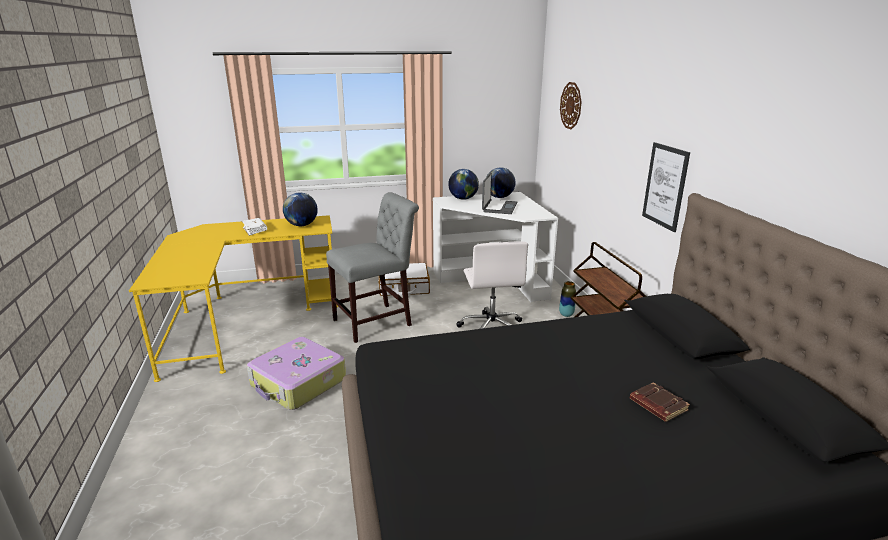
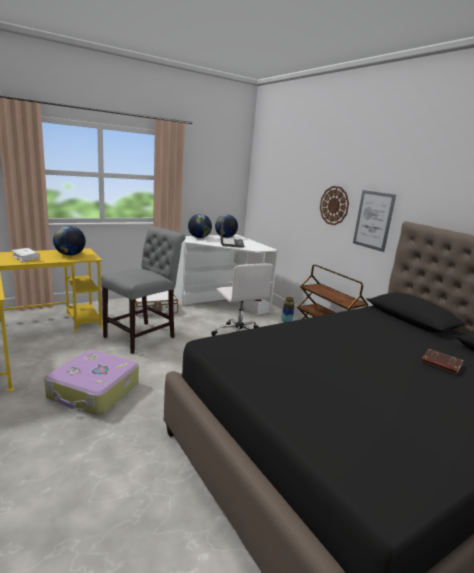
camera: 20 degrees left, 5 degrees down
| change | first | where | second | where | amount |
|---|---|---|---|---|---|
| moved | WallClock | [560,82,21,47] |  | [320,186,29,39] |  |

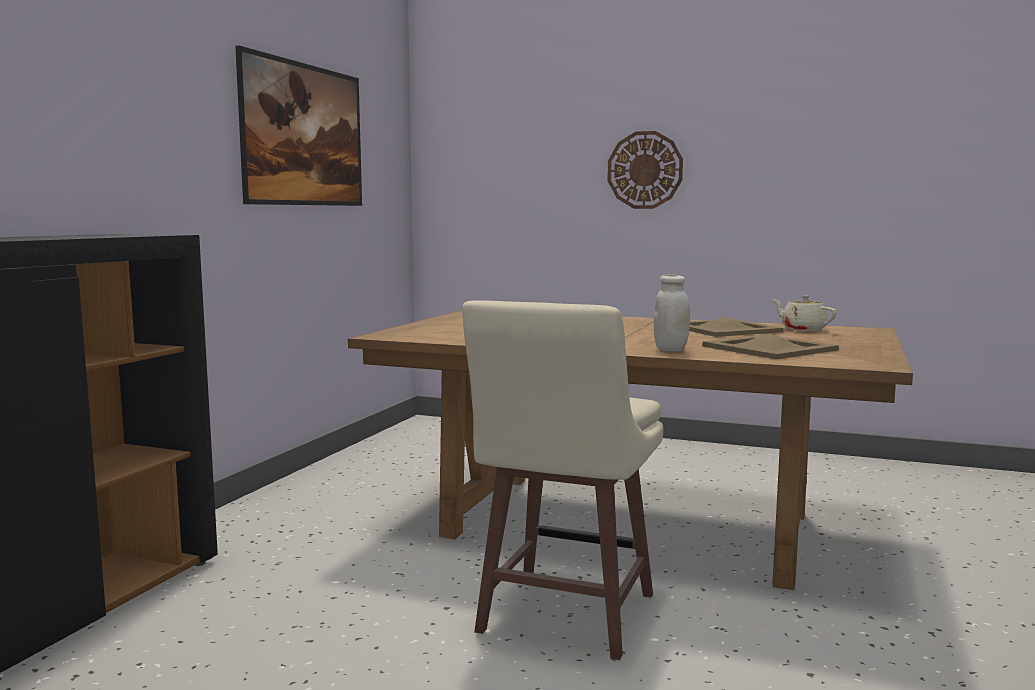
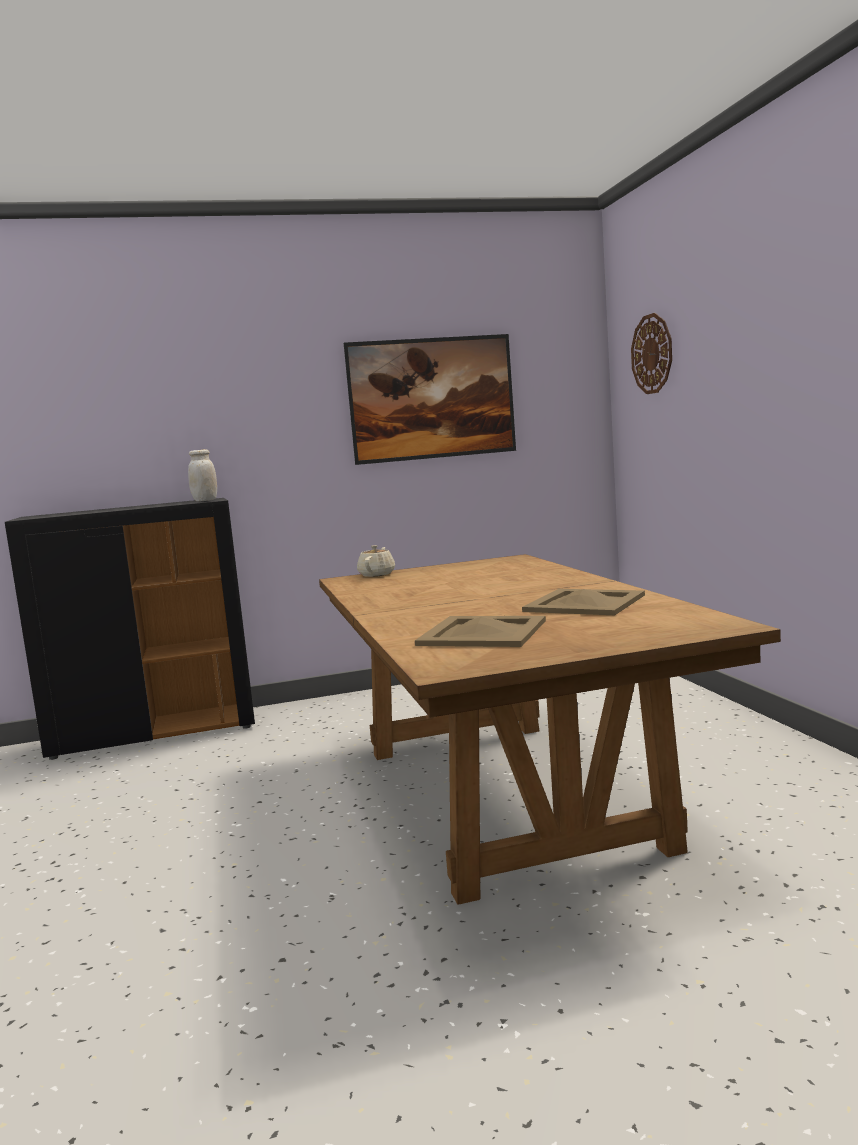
camera: 55 degrees right, 0 degrees up
| change | first | where | second | where | amount |
|---|---|---|---|---|---|
| moved | WallClock | [608,131,75,78] |  | [631,313,41,81] |  |
| moved | WhitishJar | [654,275,36,77] |  | [188,449,29,53] |  |
| moved | BeigeColouredTeaPot | [772,295,65,36] |  | [357,545,38,32] |  |
| removed | BeigeColouredSittingStool | [462,300,201,360] |  |  |  |

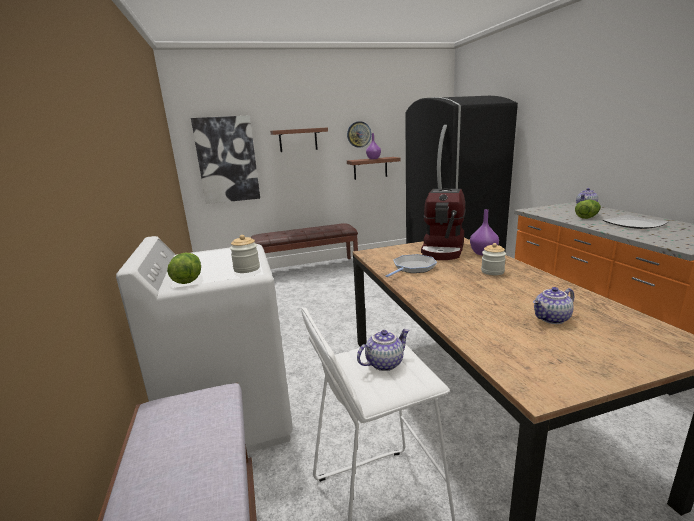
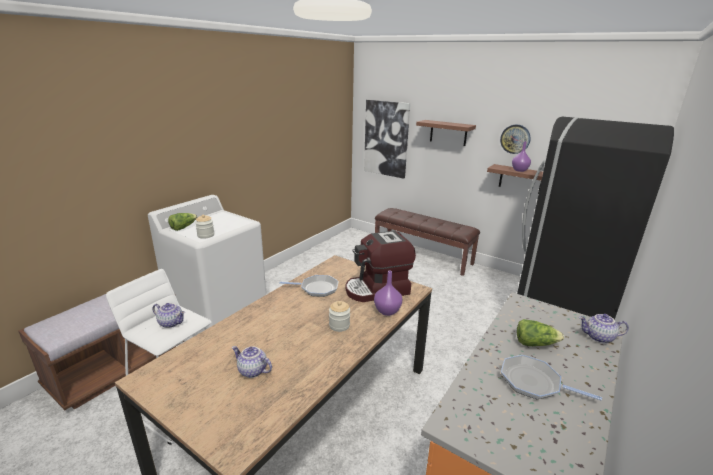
camera: 50 degrees right, 5 degrees up
| change | first | where | second | where | amount |
|---|---|---|---|---|---|
| replaced | FlatDish | [603,215,66,14] | Skillet | [501,355,101,46] |  |

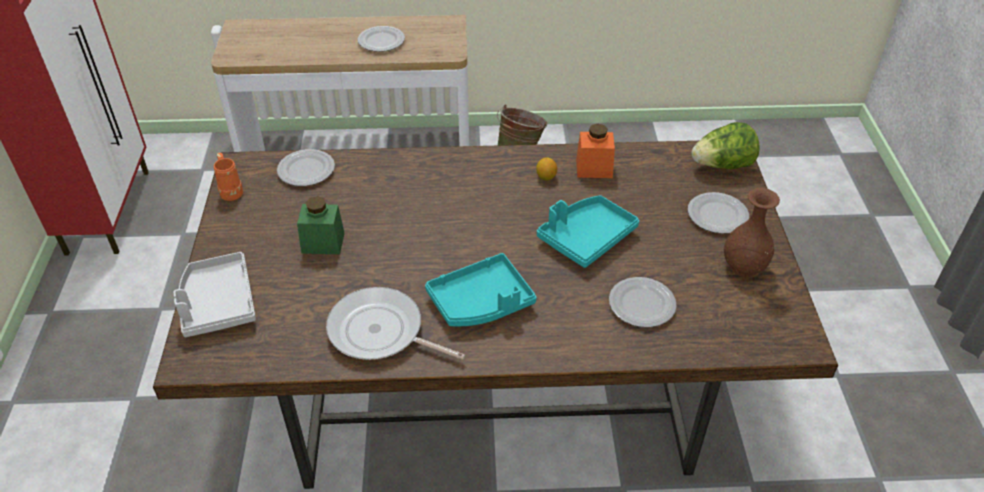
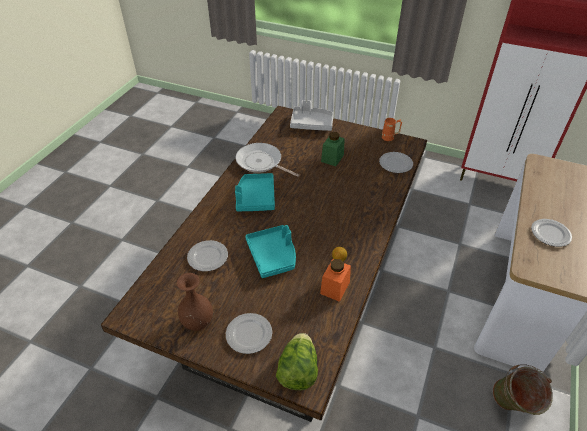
camera: 115 degrees right, 0 degrees up
| change | first | where | second | where | amount |
|---|---|---|---|---|---|
| turned | Skillet | [326,287,139,73] |  | [236,143,63,34] | 105 degrees counterclockwise |

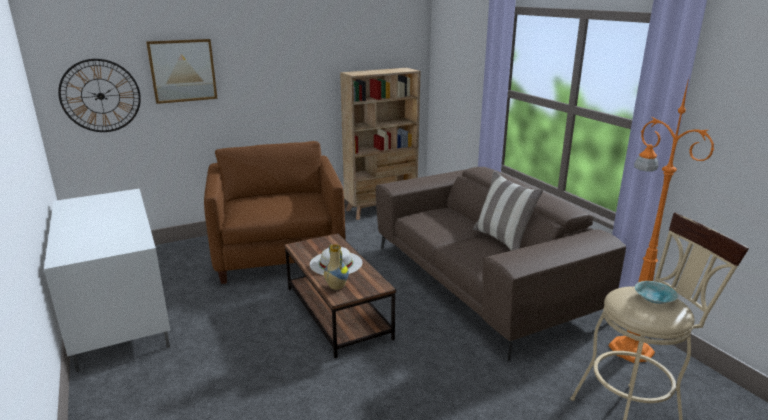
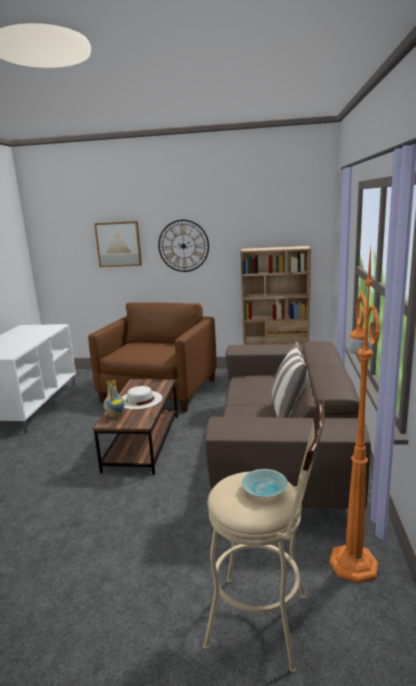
camera: 35 degrees right, 5 degrees down
| change | first | where | second | where | amount |
|---|---|---|---|---|---|
| moved | WallClock | [58,59,83,73] |  | [158,220,51,52] |  |

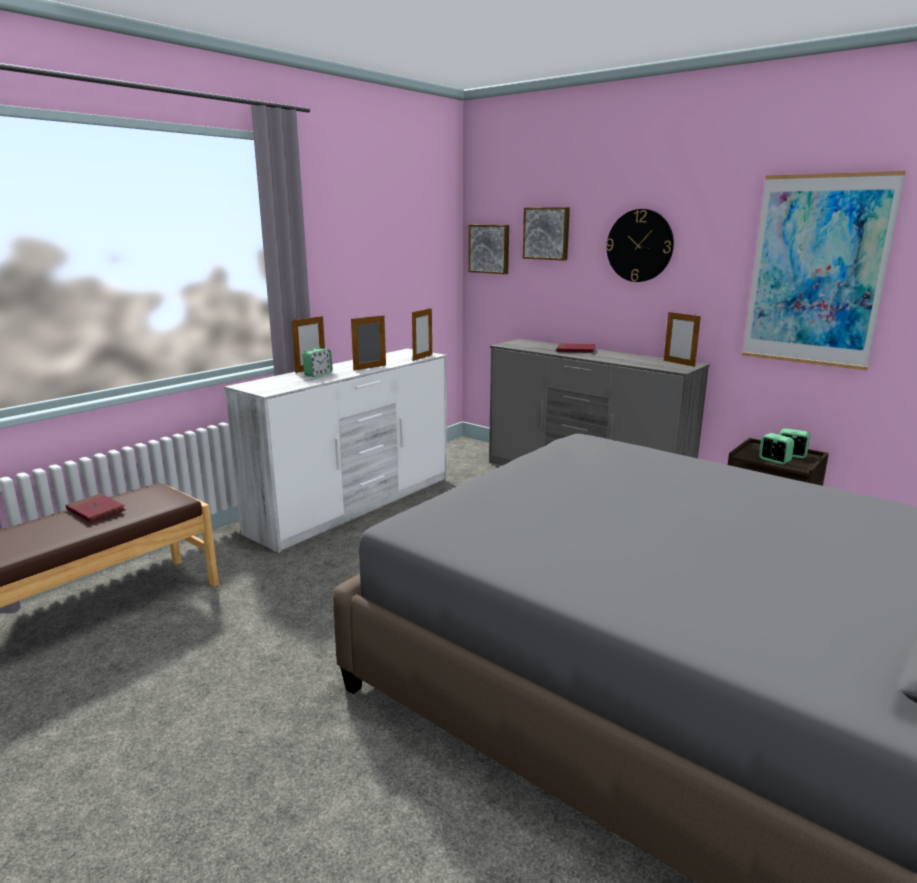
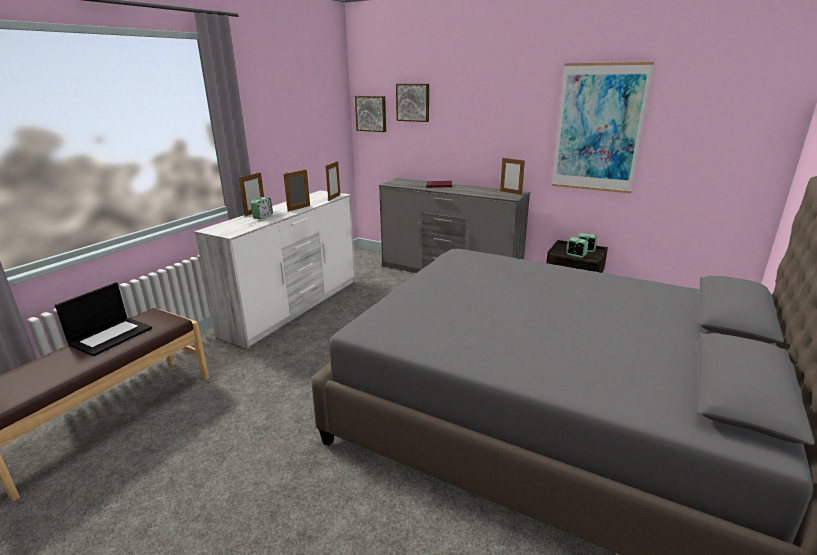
camera: 10 degrees left, 5 degrees up
| change | first | where | second | where | amount |
|---|---|---|---|---|---|
| removed | WallClock | [606,209,68,73] |  |  |  |
| replaced | ReddishBook | [66,493,60,29] | Laptop | [55,282,97,74] |  |

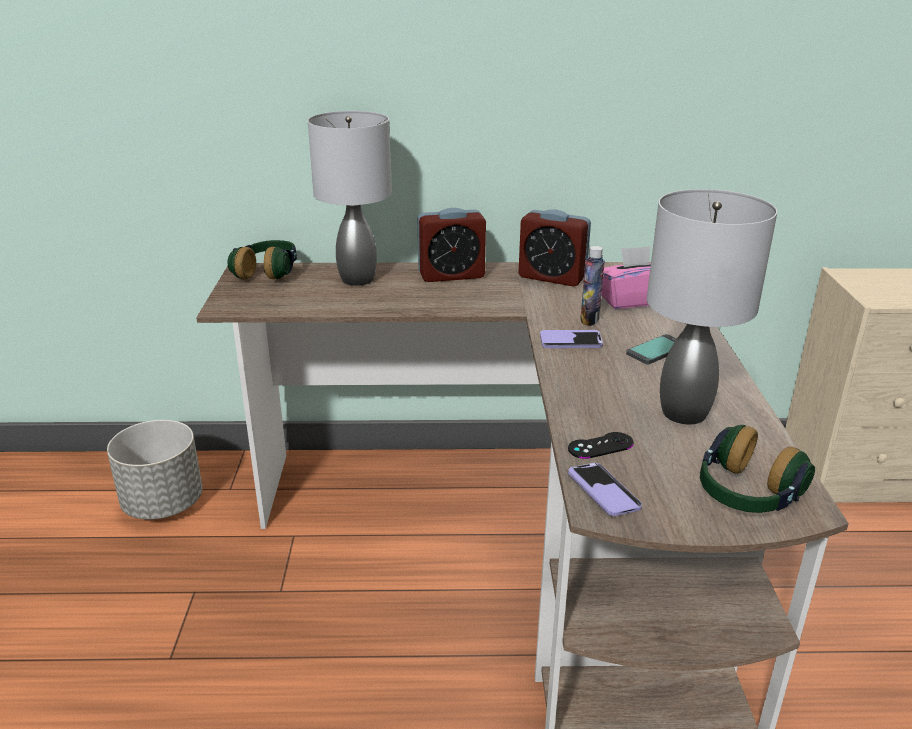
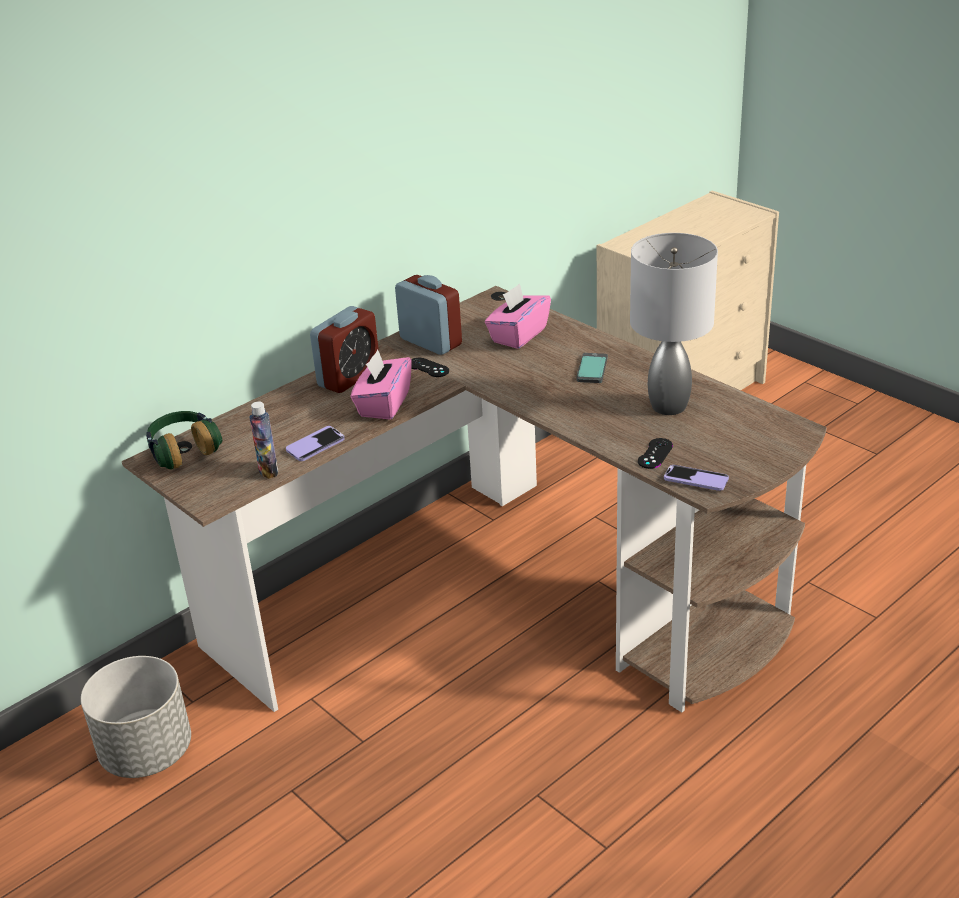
camera: 40 degrees left, 5 degrees up
| change | first | where | second | where | amount |
|---|---|---|---|---|---|
| removed | GrayLampForATable | [308,111,84,175] |  |  |  |
| turned | BedsideClock | [519,209,72,78] |  | [395,275,67,80] | 120 degrees counterclockwise |
| moved | Bottle | [580,246,25,80] |  | [249,401,29,78] |  |
| moved | Handset | [540,330,63,18] |  | [286,426,59,35] |  |
| removed | PairOfHeadphones | [700,425,115,88] |  |  |  |
| added |  |  | PinkTissueBox | [350,350,62,70] |  |
| added |  |  | BlackGameController | [411,358,38,19] |  |

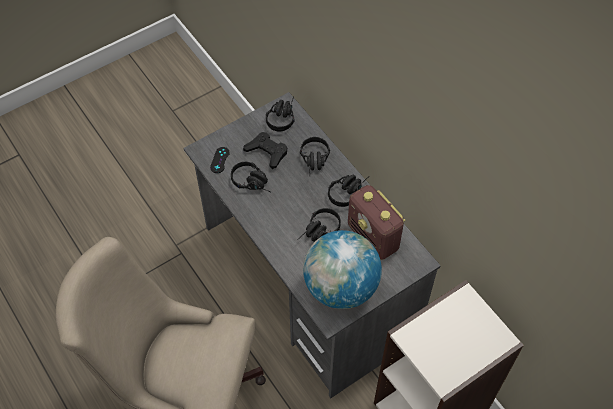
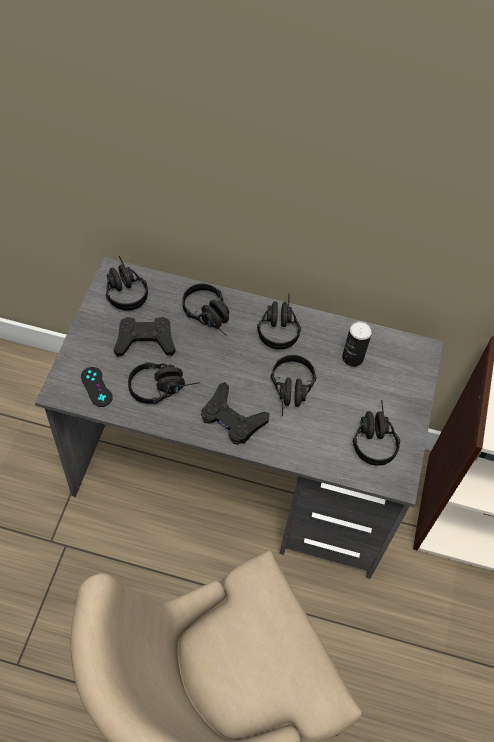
camera: 45 degrees left, 0 degrees up
| change | first | where | second | where | amount |
|---|---|---|---|---|---|
| replaced | RadioSet | [348,185,58,75] | Can | [342,321,30,46] |  |
| replaced | DeskGlobe | [303,230,79,79] | BlackPairOfHeadphones | [352,400,48,66] |  |
| added |  |  | BlackGameController | [201,382,69,63] |  |

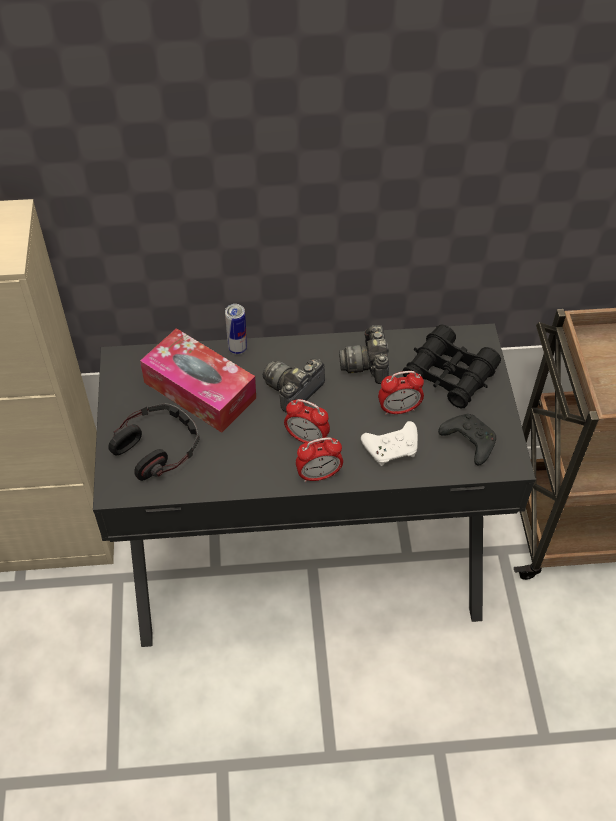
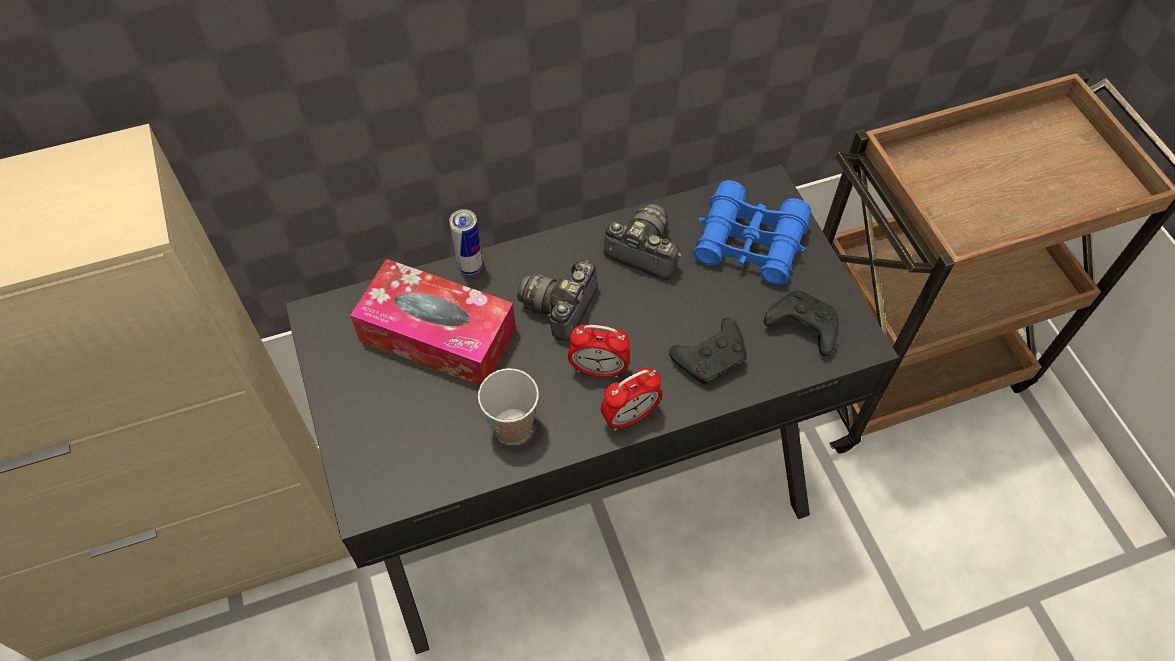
camera: 15 degrees left, 5 degrees up
| change | first | where | second | where | amount |
|---|---|---|---|---|---|
| turned | StillCamera | [339,325,50,59] |  | [604,204,77,76] | 135 degrees clockwise |
| recoloured | BlackBinoculars | [403,325,98,83] | BlueColouredBinoculars | [693,180,118,105] |  |
| removed | BedsideClock | [378,371,46,44] |  |  |  |
| removed | PairOfHeadphones | [108,403,92,78] |  |  |  |
| recoloured | WhitishGameController | [361,421,57,45] | BlackGameController | [669,317,78,68] |  |
| added |  |  | Cup | [478,368,61,76] |  |

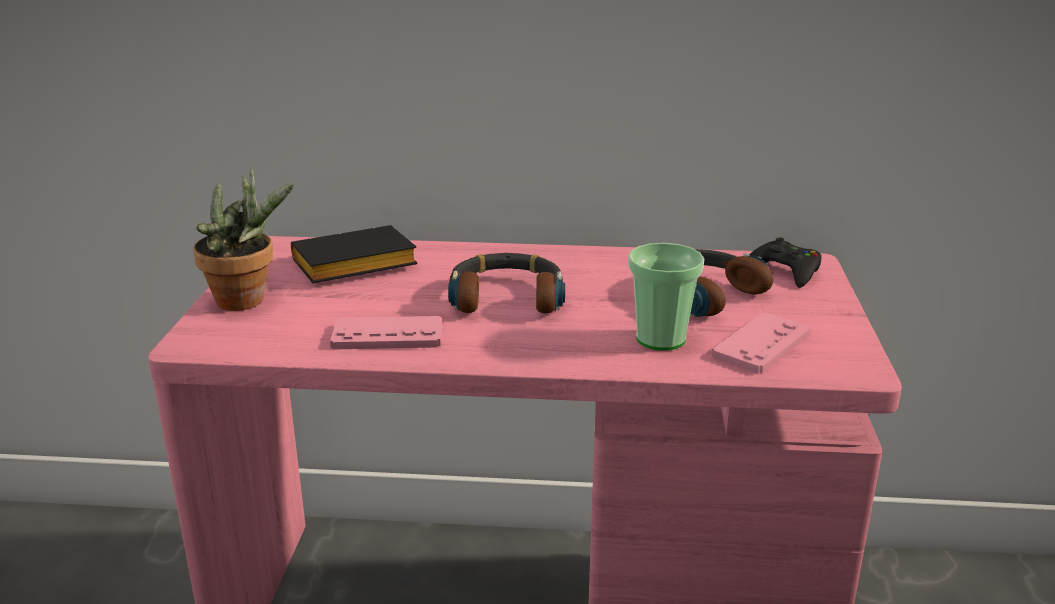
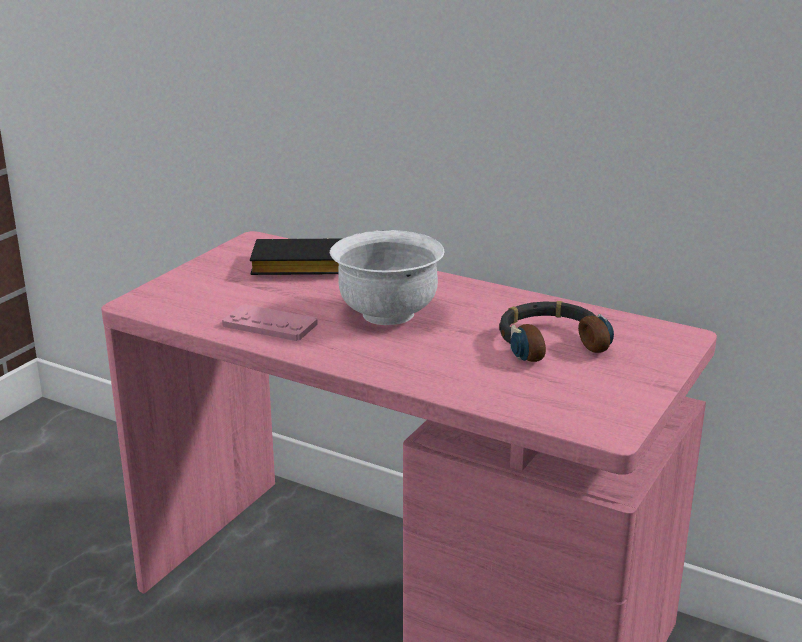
camera: 25 degrees right, 0 degrees up
| change | first | where | second | where | amount |
|---|---|---|---|---|---|
| removed | PlantInAPot | [193,166,102,145] |  |  |  |
| removed | BlackGameController | [749,237,73,51] |  |  |  |
| removed | Cup | [628,243,76,108] |  |  |  |
| replaced | PairOfHeadphones | [448,253,117,61] | WhitishServingBowl | [330,230,114,95] |  |
| removed | PinkGameController | [712,313,99,61] |  |  |  |

